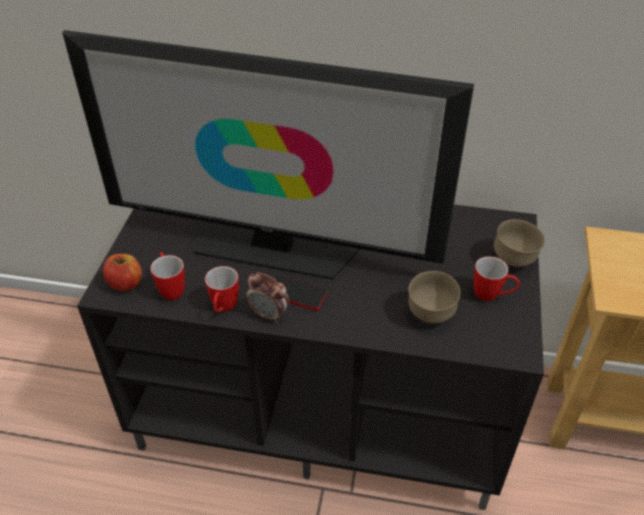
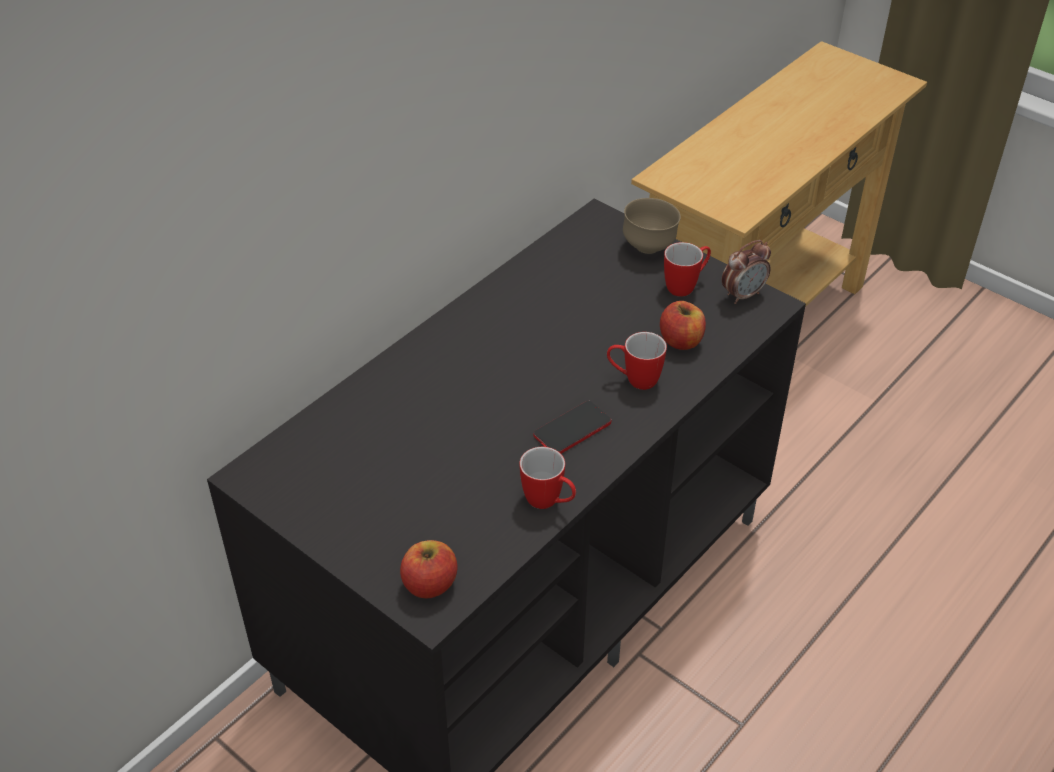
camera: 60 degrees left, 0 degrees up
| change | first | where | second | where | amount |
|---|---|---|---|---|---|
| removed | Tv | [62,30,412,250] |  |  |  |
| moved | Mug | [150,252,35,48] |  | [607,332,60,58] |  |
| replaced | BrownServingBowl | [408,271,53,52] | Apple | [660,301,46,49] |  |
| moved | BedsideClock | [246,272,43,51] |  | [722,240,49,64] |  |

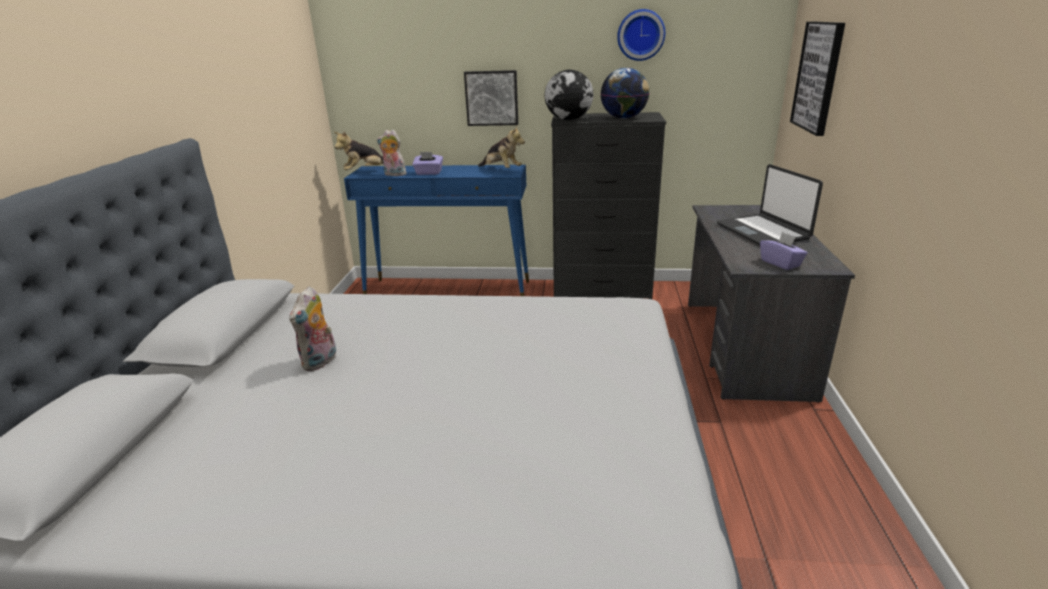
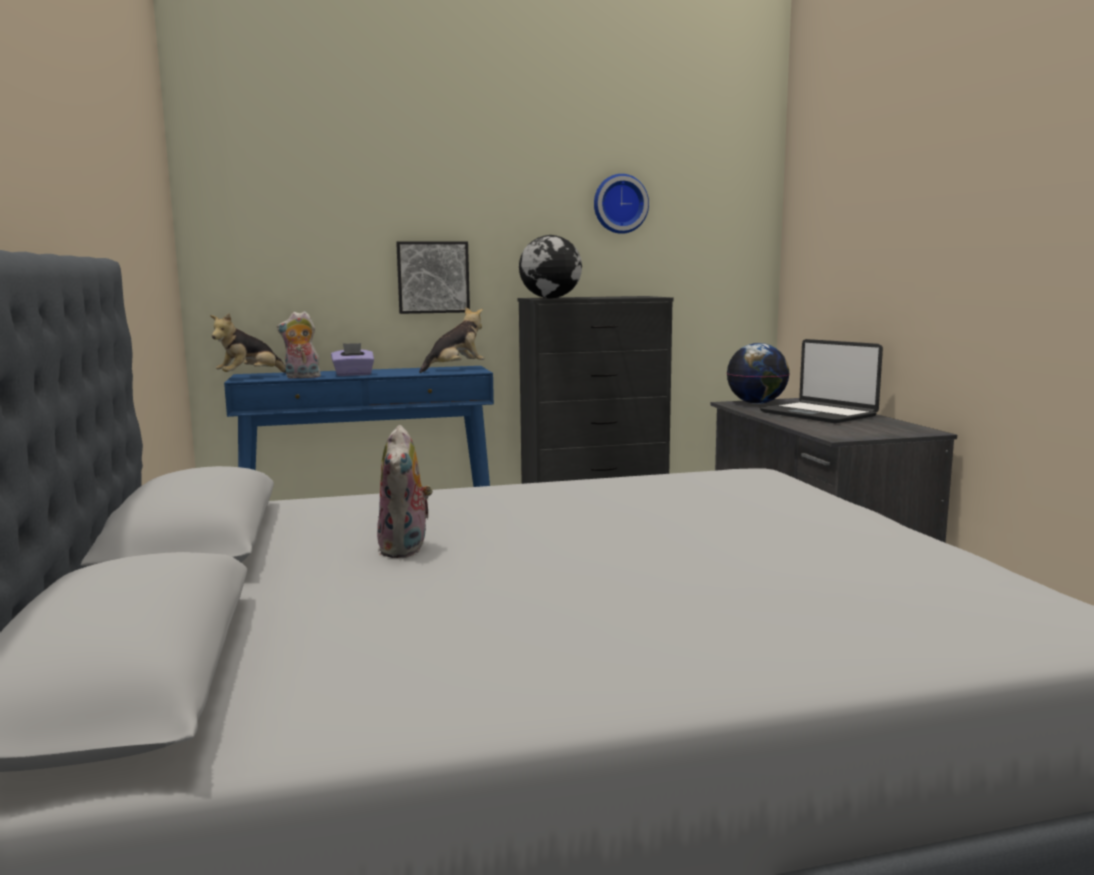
camera: 20 degrees left, 15 degrees down
| change | first | where | second | where | amount |
|---|---|---|---|---|---|
| removed | Picture | [790,22,55,114] |  |  |  |
| moved | DeskGlobe | [600,68,49,51] |  | [727,343,63,61] |  |
| turned | CuddlyToy | [478,127,47,41] |  | [419,307,66,66] | 60 degrees counterclockwise |
| removed | PurpleColouredTissueBox | [760,232,48,38] |  |  |  |

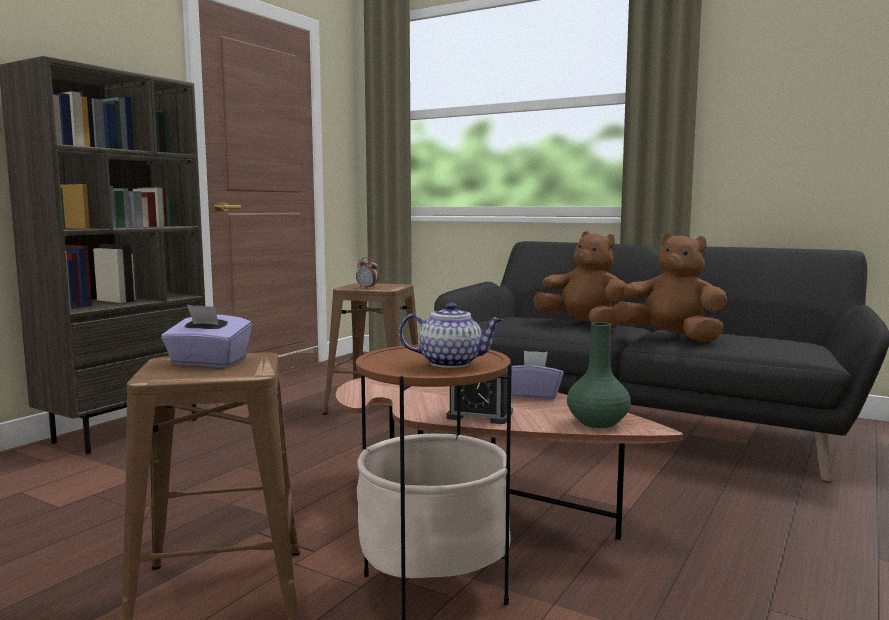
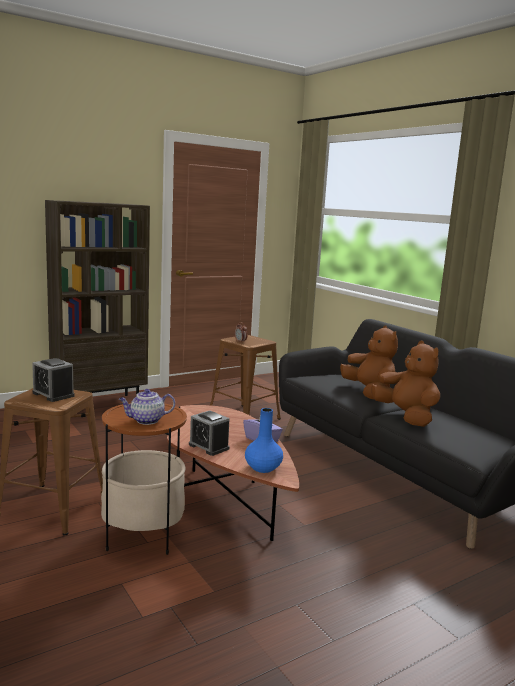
camera: 25 degrees right, 5 degrees up
| change | first | where | second | where | amount |
|---|---|---|---|---|---|
| turned | TeaPot | [399,302,104,66] |  | [119,389,56,36] | 135 degrees clockwise |
| replaced | PurpleColouredTissueBox | [161,305,91,62] | BedsideClock | [32,358,42,44] |  |
| recoloured | GreenFlowerVase | [567,322,64,106] | BlueColouredFlowerVase | [245,408,38,65] |  |

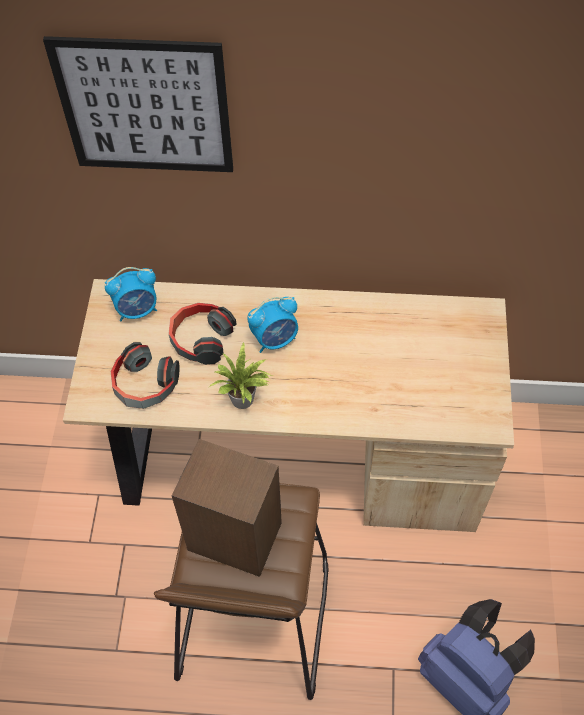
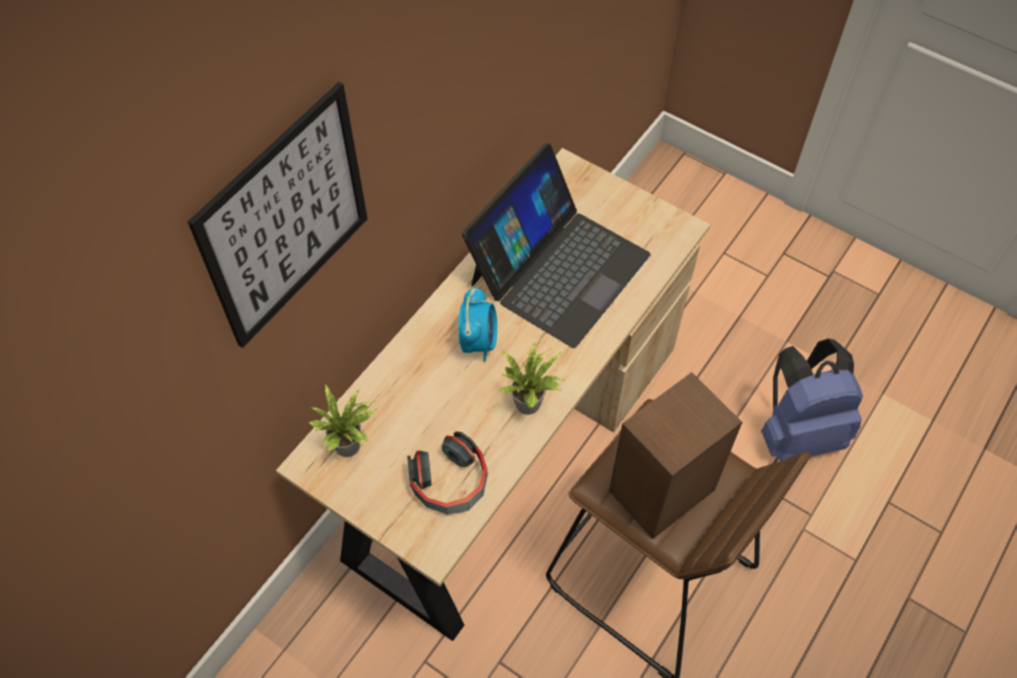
camera: 60 degrees left, 0 degrees up
| change | first | where | second | where | amount |
|---|---|---|---|---|---|
| replaced | BedsideClock | [105,267,52,55] | PlantInAPot | [309,383,69,74] |  |
| removed | PairOfHeadphones | [169,303,68,62] |  |  |  |
| added |  |  | Laptop | [462,143,188,205] |  |

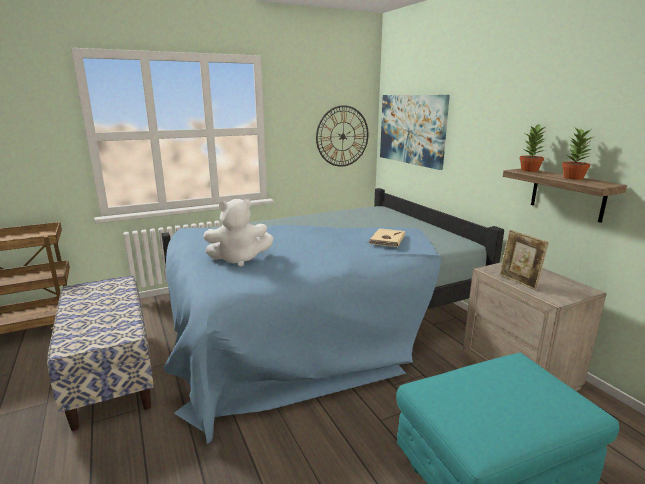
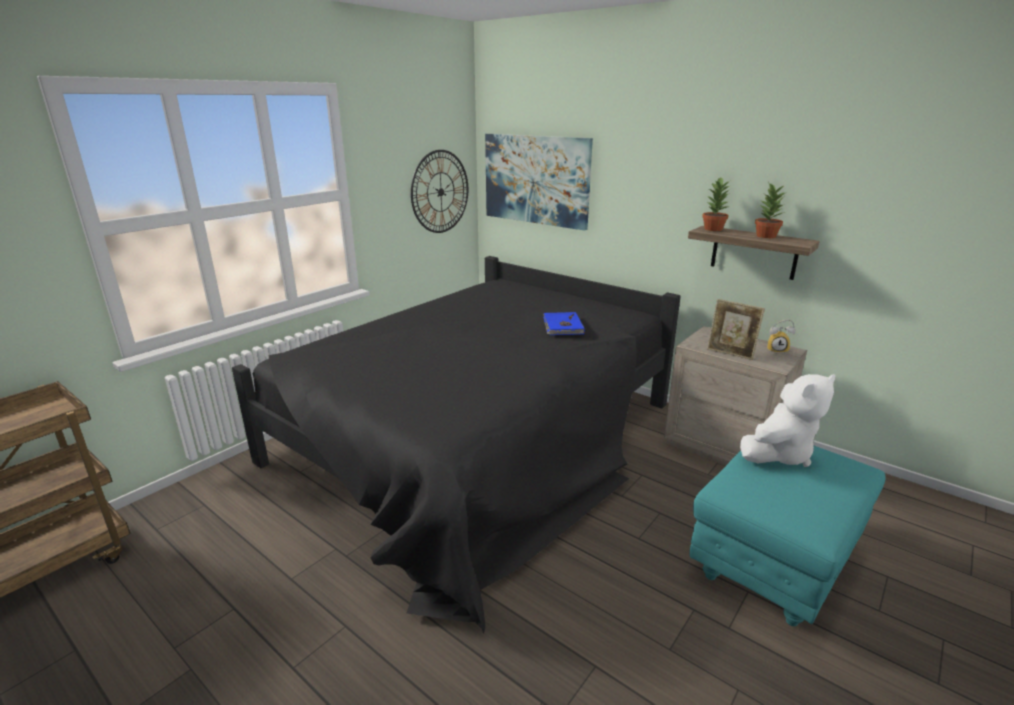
camera: 25 degrees left, 5 degrees up
| change | first | where | second | where | amount |
|---|---|---|---|---|---|
| recoloured | BlueColouredBedroomBed | [162,188,342,256] | BlackBedroomBed | [232,256,449,378] |  |
| moved | WhitishCuddlyToy | [203,199,70,68] |  | [740,374,95,93] |  |
| recoloured | BeigeColouredBook | [368,228,37,19] | BlueColouredBook | [543,312,42,23] |  |
| removed | LongSeat | [47,275,107,156] |  |  |  |
| added |  |  | BedsideClock | [767,319,29,35] |  |

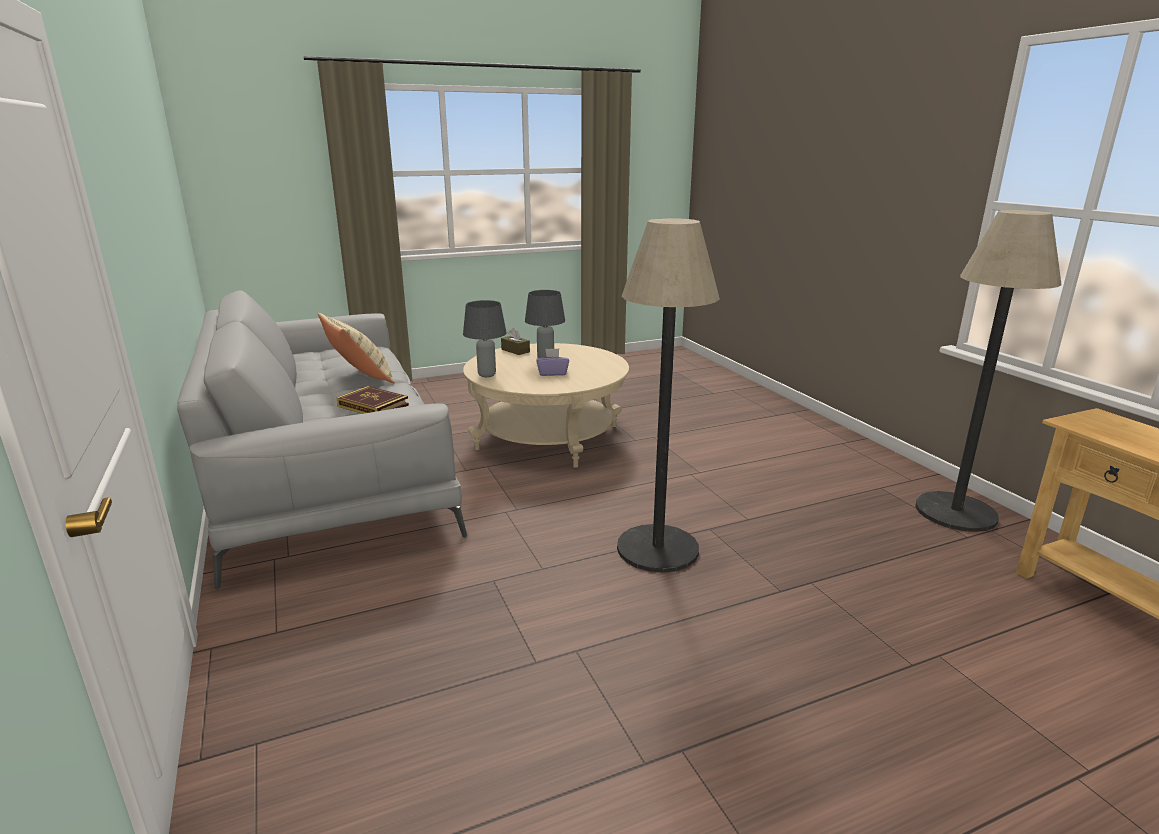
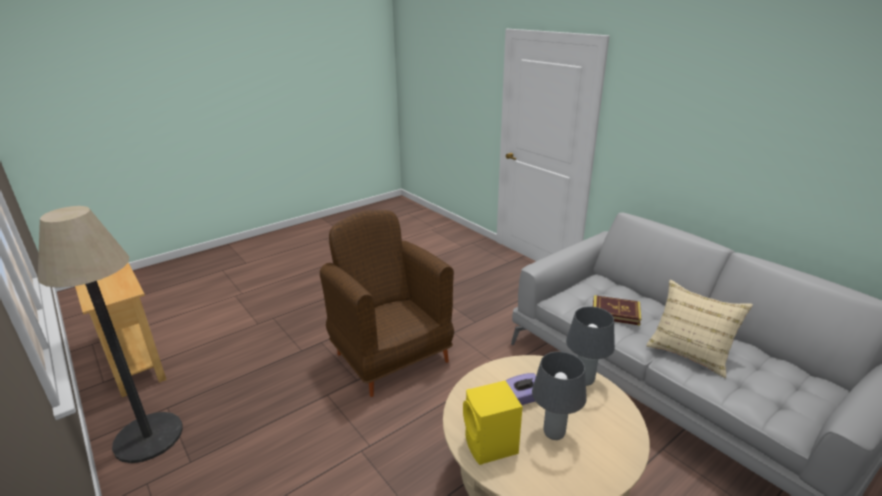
camera: 165 degrees right, 5 degrees up
| change | first | where | second | where | amount |
|---|---|---|---|---|---|
| replaced | StandingLamp | [617,218,103,355] | BrownLoungeChair | [320,210,134,187] |  |
| removed | BrownTissueBox | [501,328,29,27] |  |  |  |
| added |  |  | YellowColouredLoudspeaker | [463,380,59,85] |  |

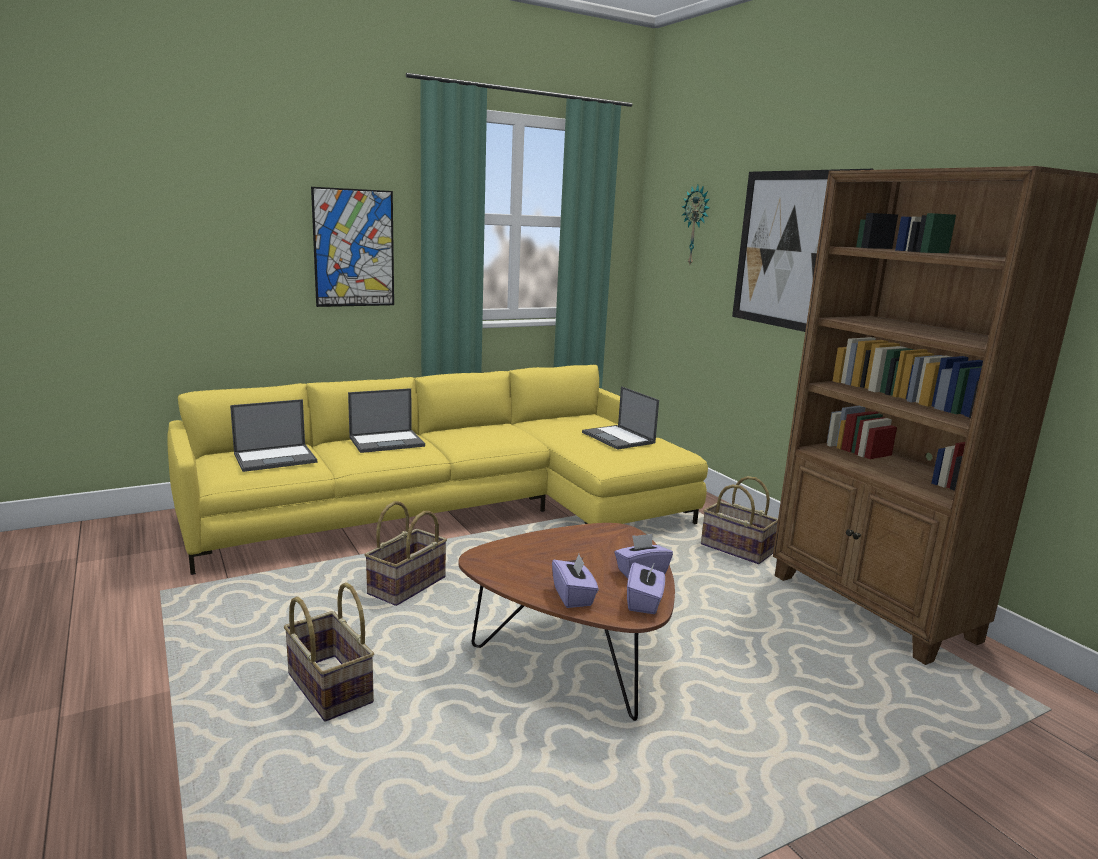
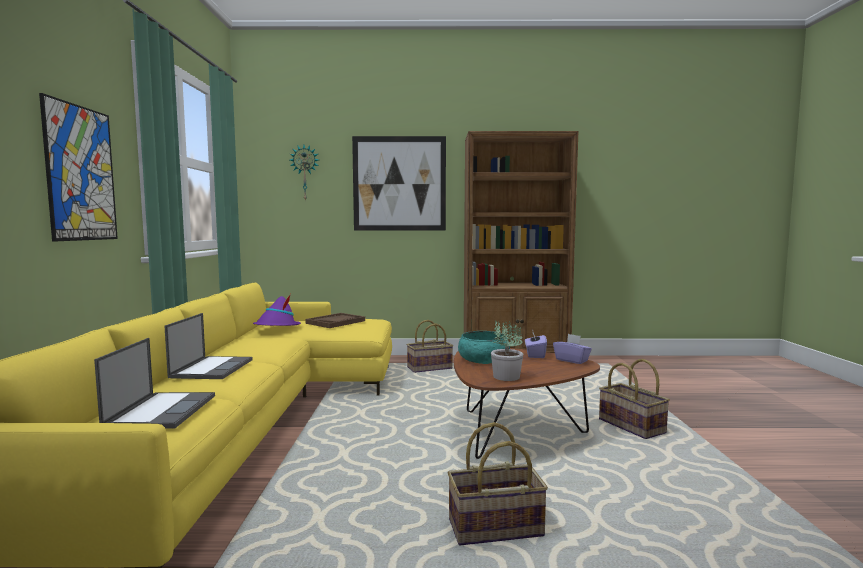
camera: 60 degrees left, 10 degrees down
| change | first | where | second | where | amount |
|---|---|---|---|---|---|
| replaced | Laptop | [582,386,77,64] | BrownCarryingTray | [305,313,60,15] |  |
| moved | HouseholdBasket | [365,501,82,105] |  | [599,359,71,80] |  |
| removed | PurpleColouredTissueBox | [552,554,47,54] |  |  |  |
| added |  |  | PurpleColouredWearableHat | [253,294,48,32] |  |
| added |  |  | PlantInAPot | [491,321,32,60] |  |
| added |  |  | BlueGreenServingBowl | [458,331,52,33] |  |

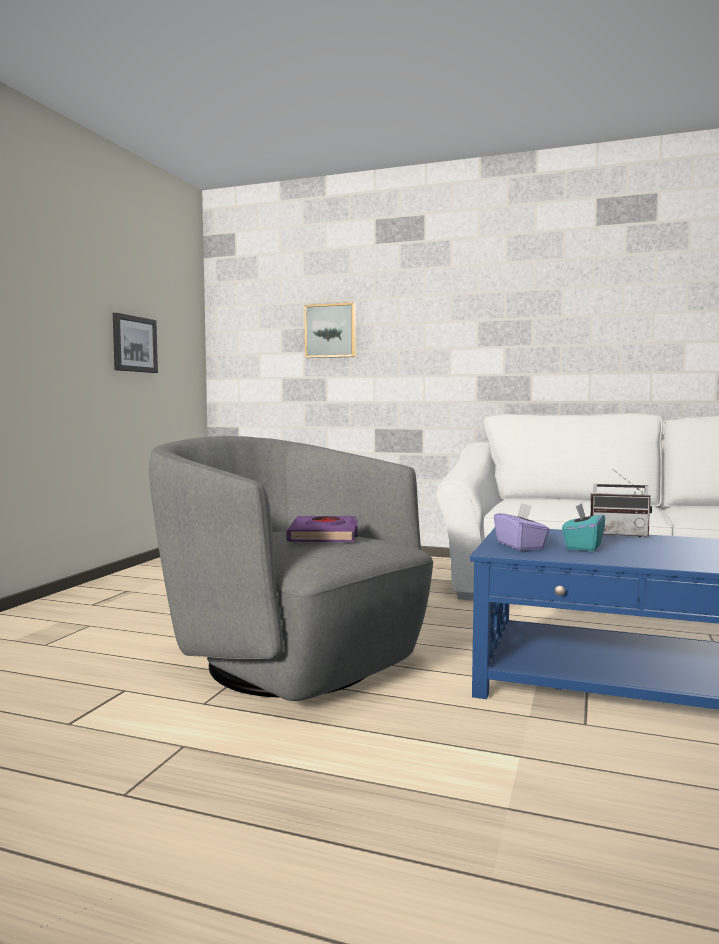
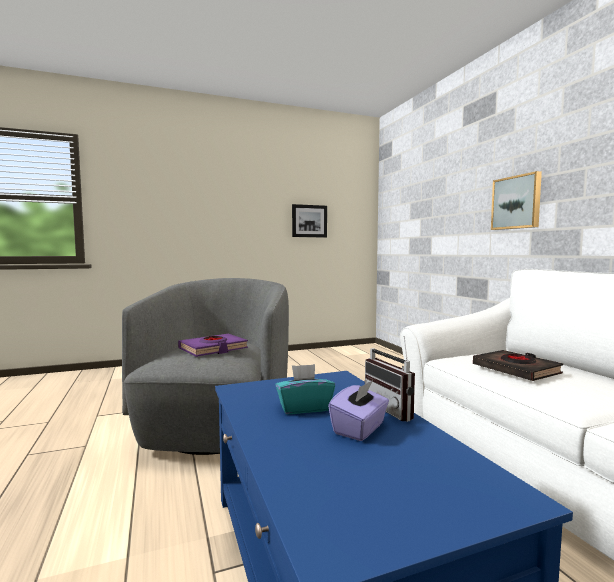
camera: 50 degrees right, 0 degrees up
| change | first | where | second | where | amount |
|---|---|---|---|---|---|
| moved | Picture | [305,303,51,55] |  | [491,171,51,59] |  |
| moved | PurpleColouredTissueBox | [494,503,56,48] |  | [328,380,61,61] |  |
| added |  |  | BlackBook | [473,350,90,31] |  |

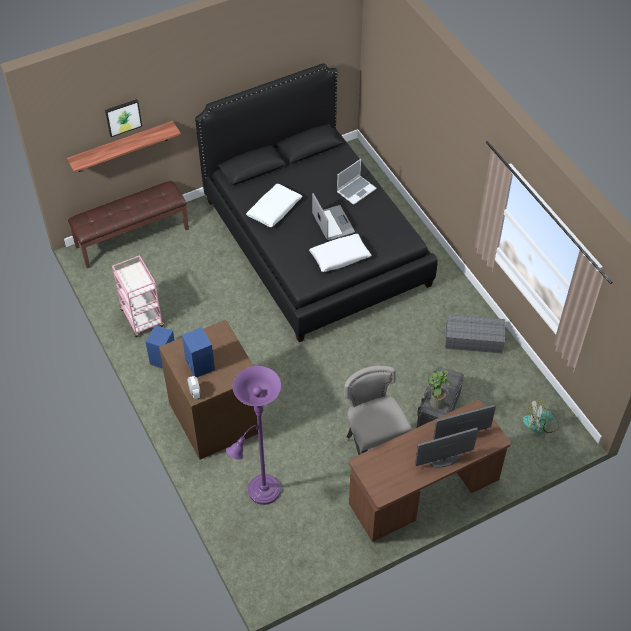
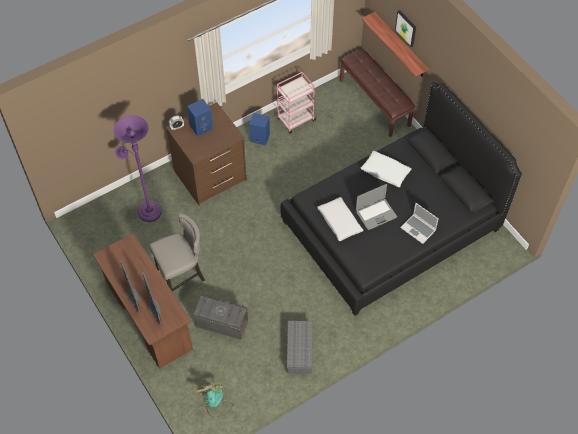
camera: 85 degrees right, 5 degrees up
| change | first | where | second | where | amount |
|---|---|---|---|---|---|
| removed | PlantInAPot | [428,368,23,41] |  |  |  |

